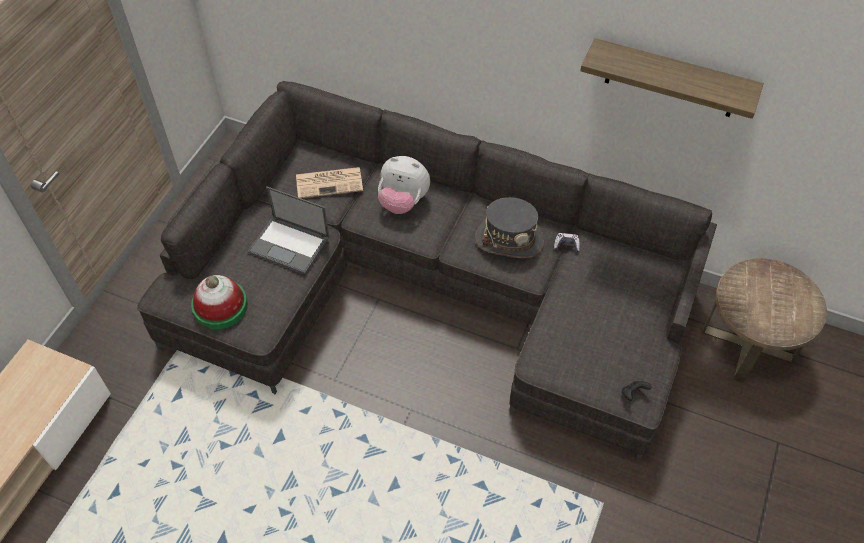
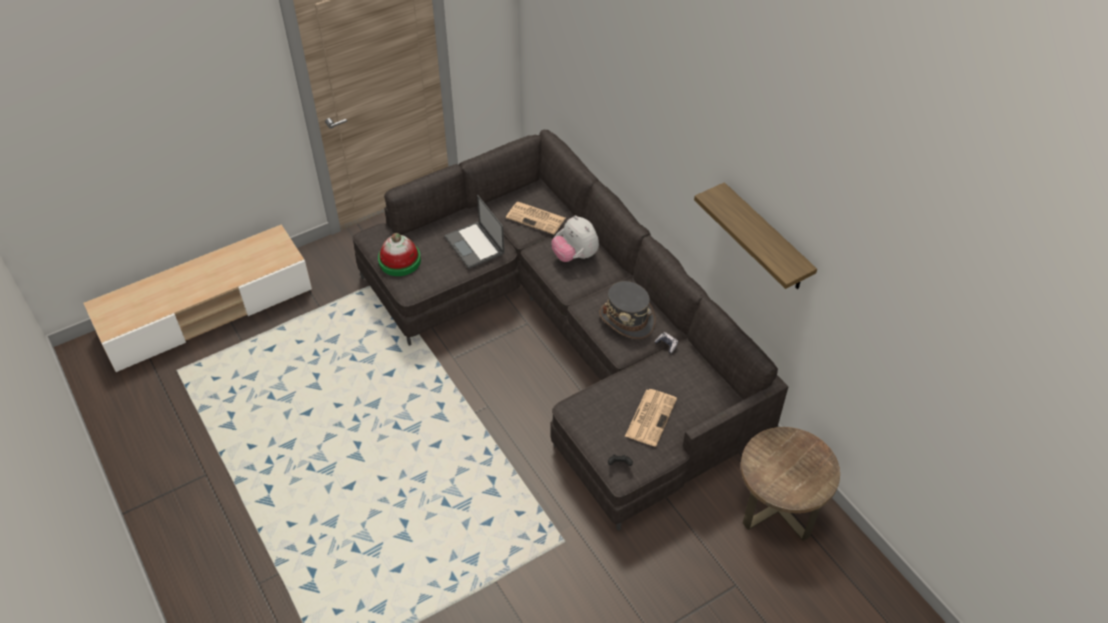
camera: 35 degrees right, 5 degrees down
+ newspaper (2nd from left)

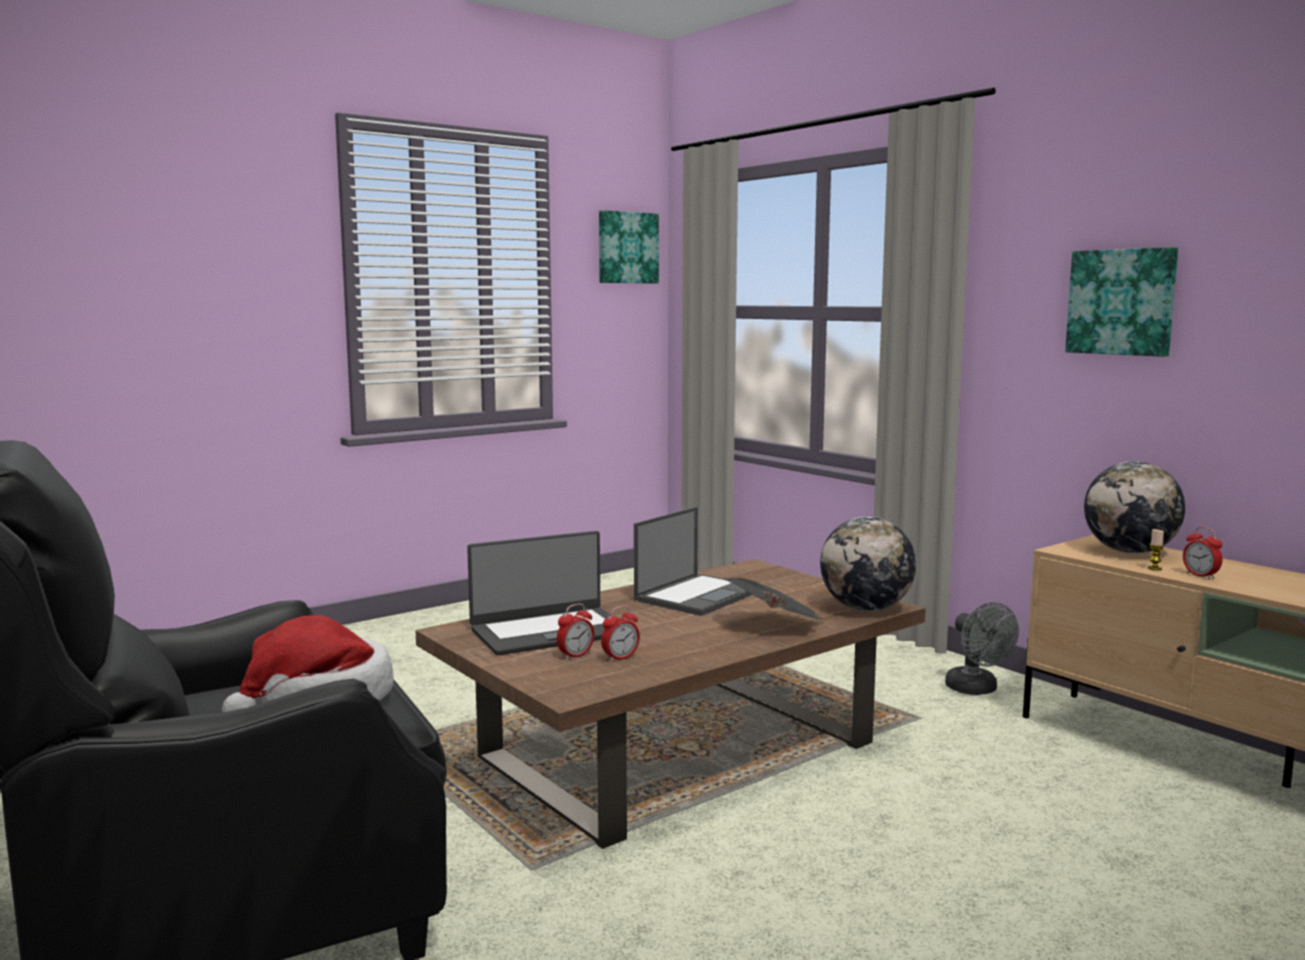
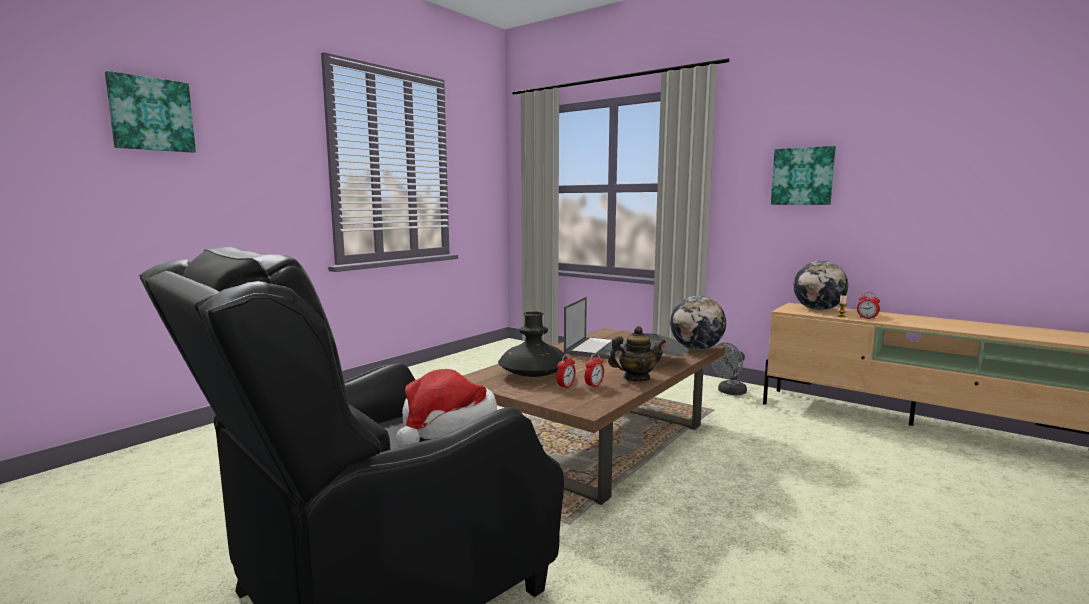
camera: 15 degrees left, 0 degrees up
+ teapot
~ picture (1st from left)
~ laptop (1st from left) to black vase
~ grey fan 90 degrees clockwise

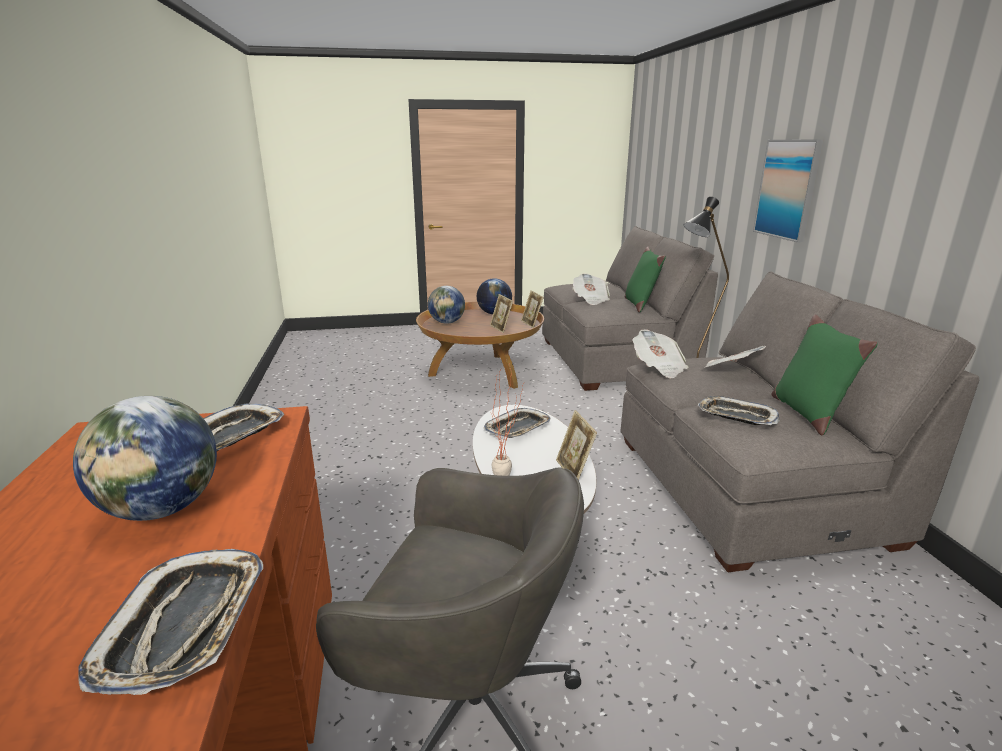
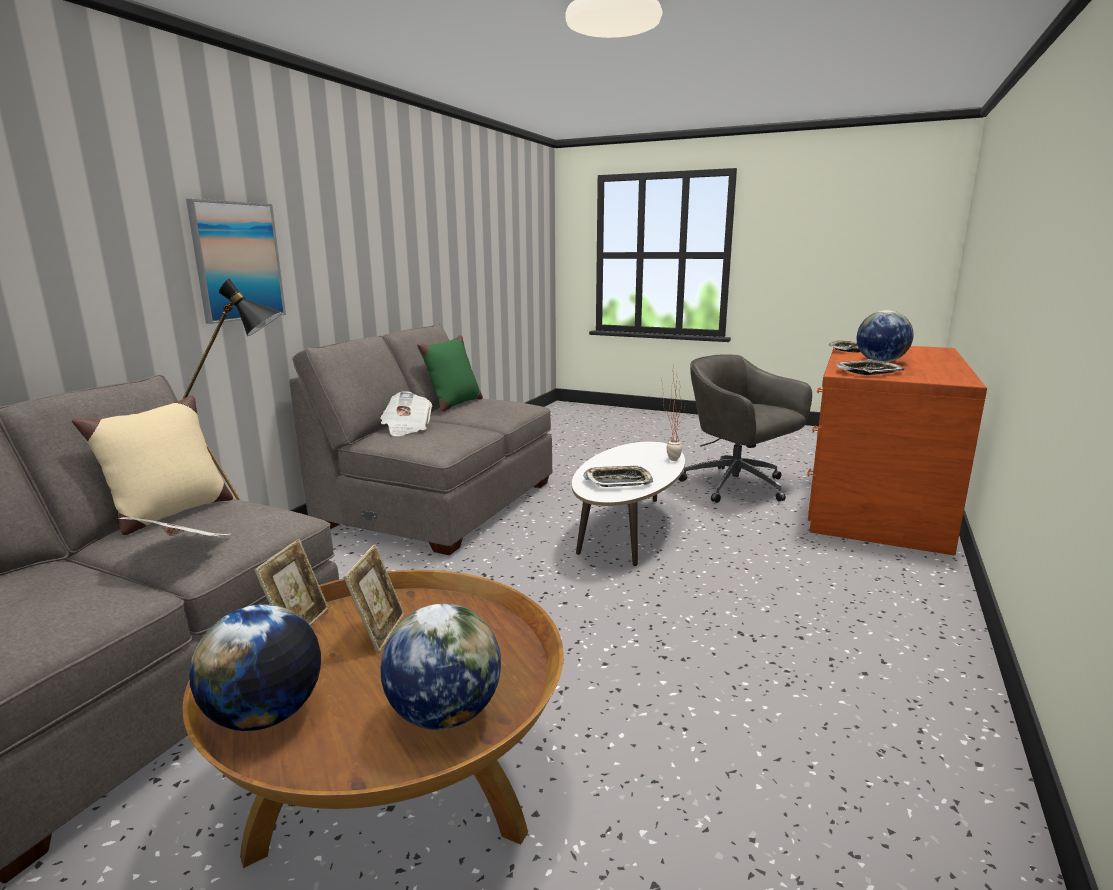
camera: 145 degrees left, 5 degrees down
- picture frame (3rd from left)
- newspaper (2nd from left)
- tray (4th from left)
~ green pillow (1st from left) to beige pillow

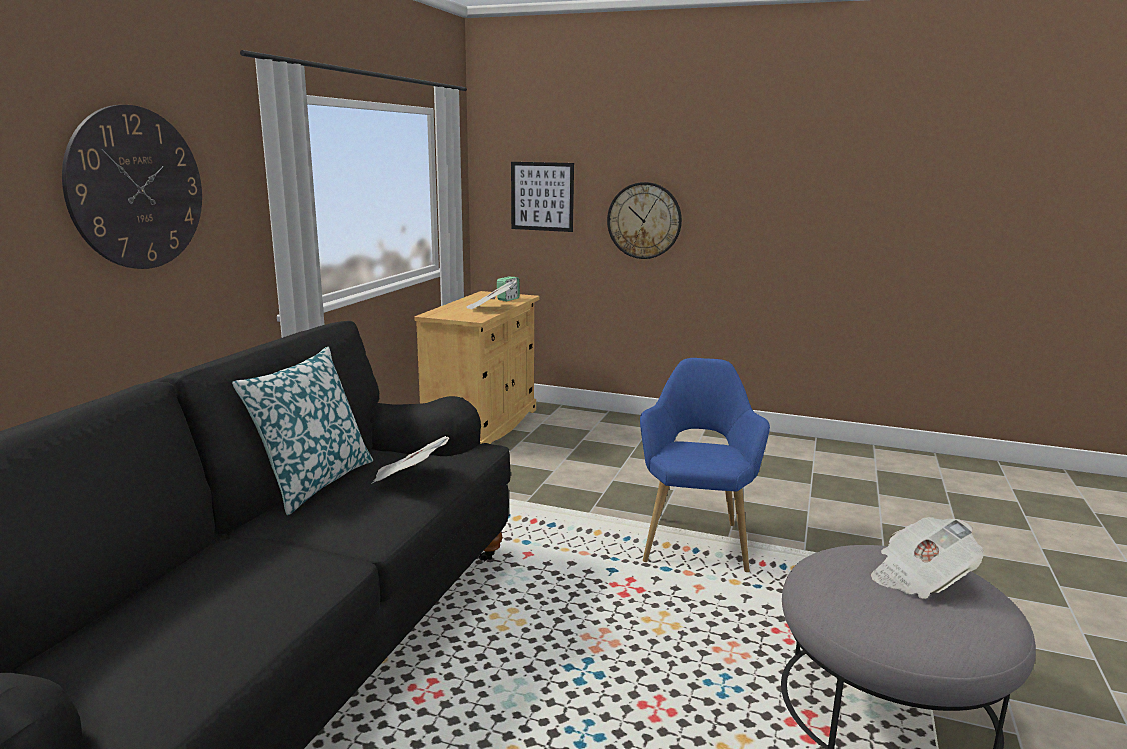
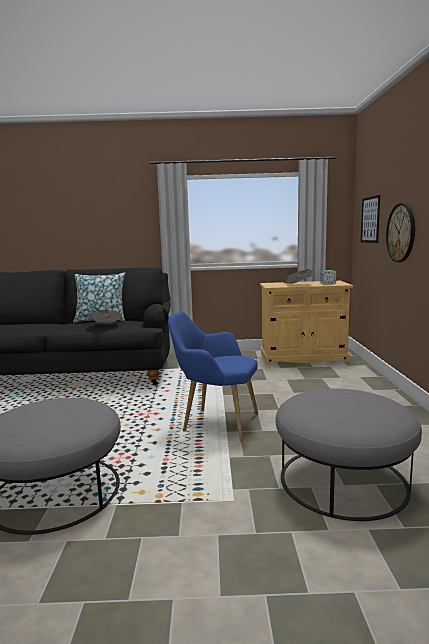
camera: 70 degrees right, 5 degrees down
- wall clock (1st from left)
- newspaper (3rd from left)
+ grey ottoman (2nd from left)
~ blue armchair 150 degrees counterclockwise

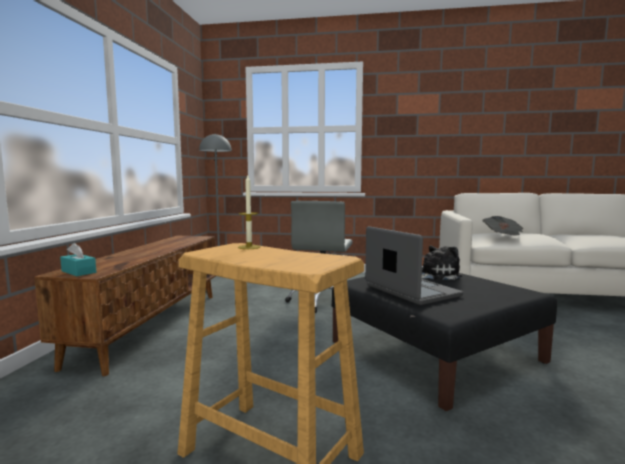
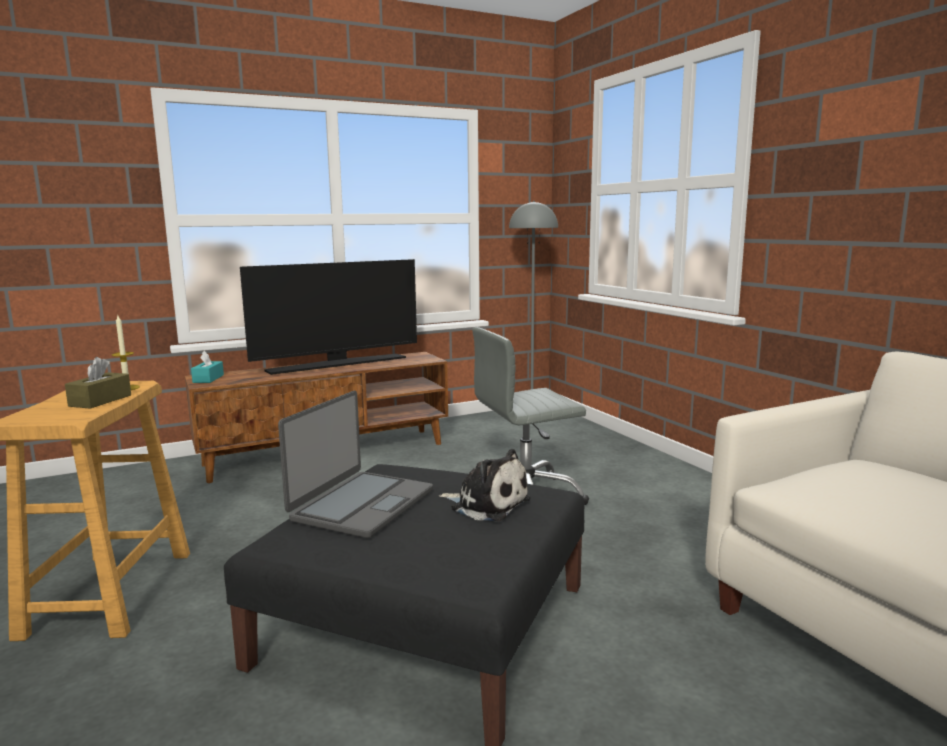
camera: 55 degrees right, 5 degrees up
- newspaper
+ brown tissue box
+ television

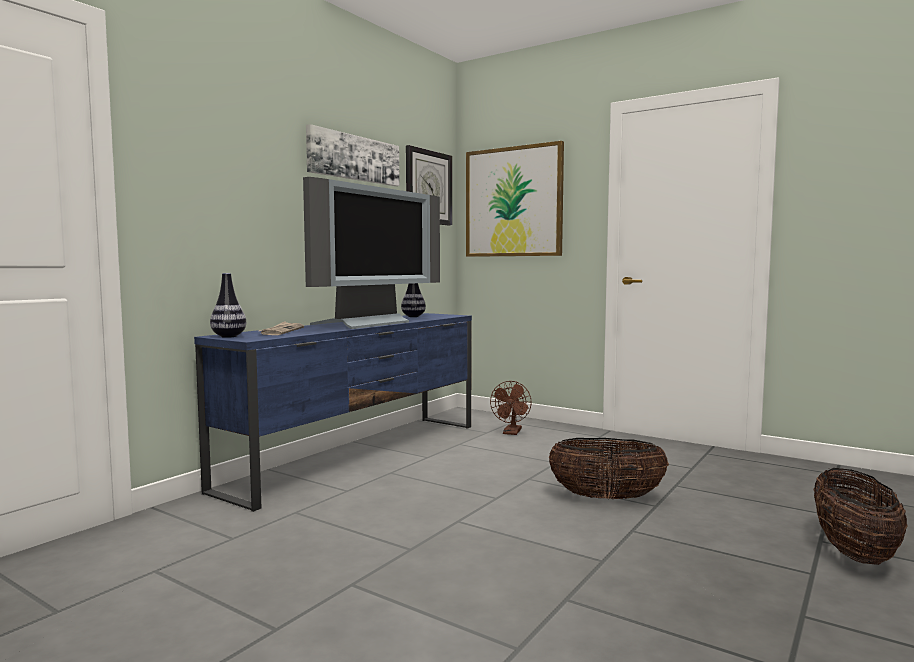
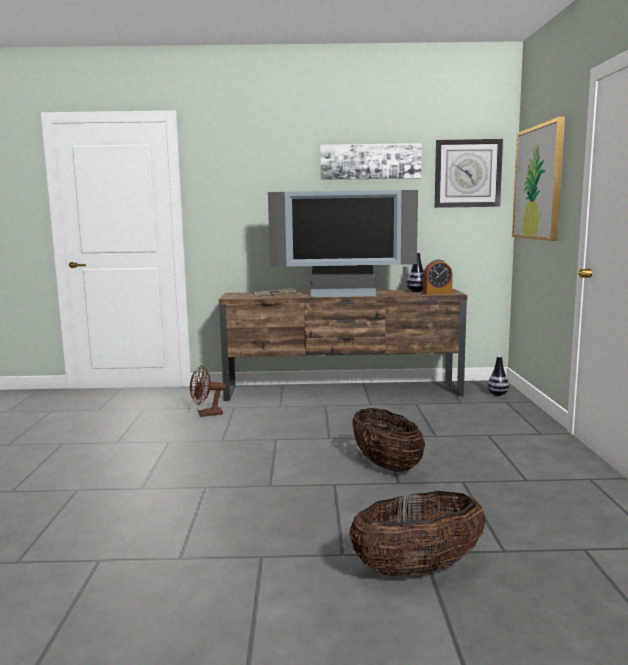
camera: 55 degrees right, 5 degrees up
+ alarm clock
~ vase (1st from left in the first image) to vase (2nd from left)
~ brown fan
~ blue tv stand to brown tv stand

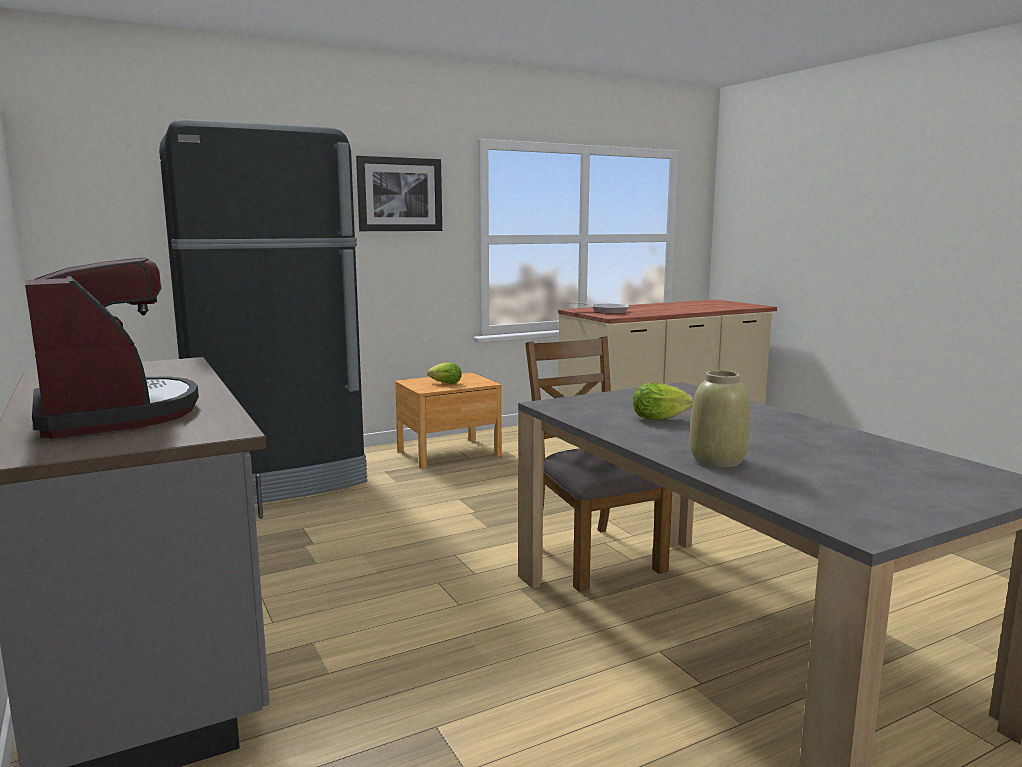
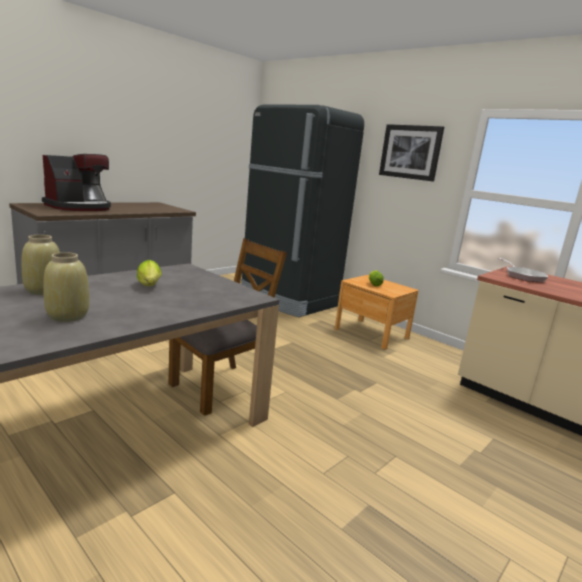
camera: 70 degrees right, 5 degrees up
+ beige vase (2nd from left)

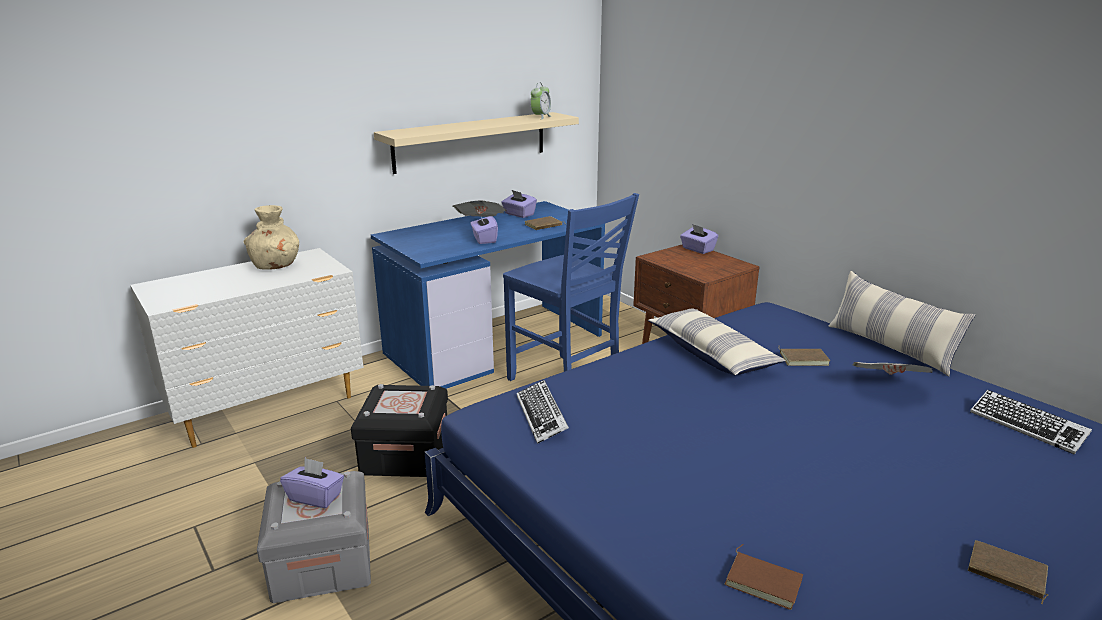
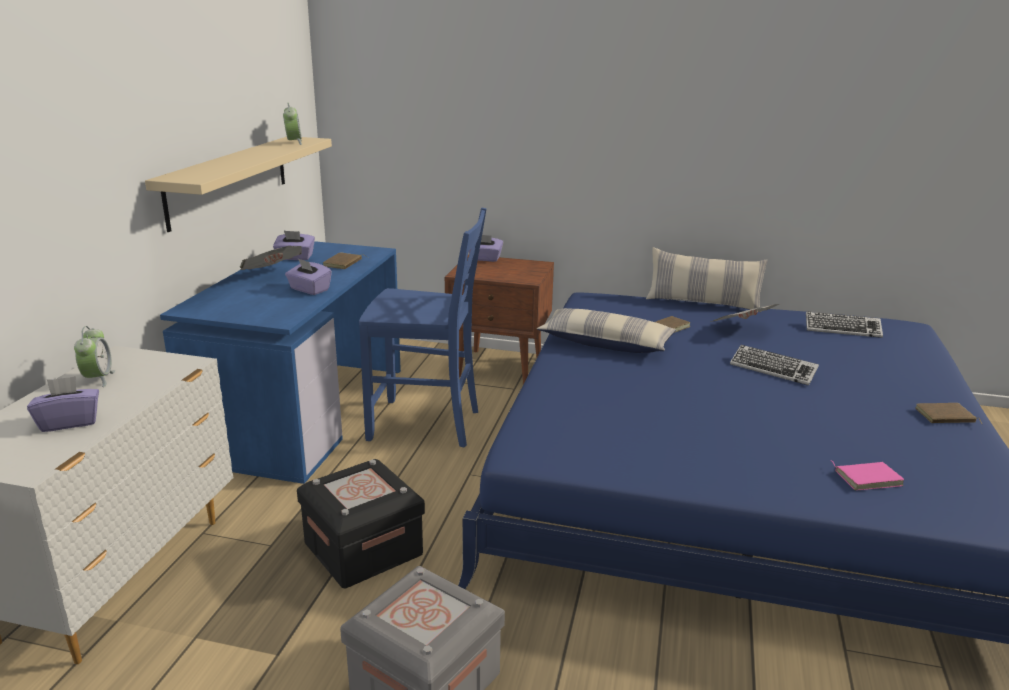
camera: 40 degrees left, 0 degrees up
~ purple tissue box (1st from left)
~ keyboard (1st from left)
~ beige vase to alarm clock (1st from left)
~ brown book (2nd from left) to pink book

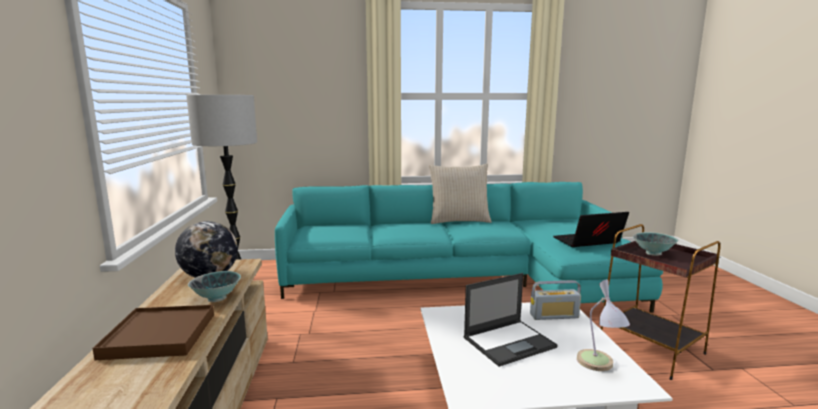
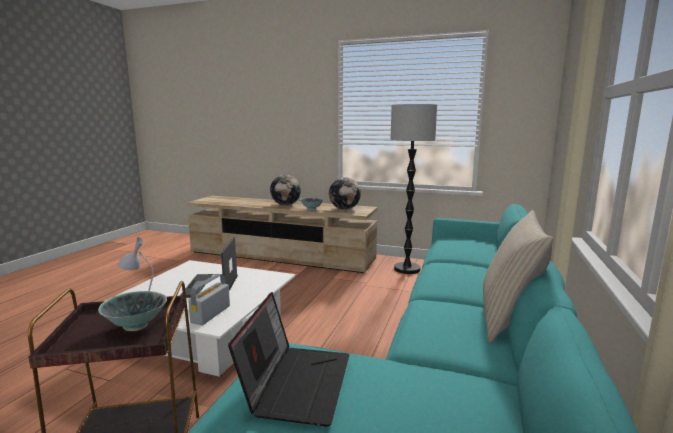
camera: 115 degrees right, 0 degrees up
~ brown tray to globe (1st from left)

